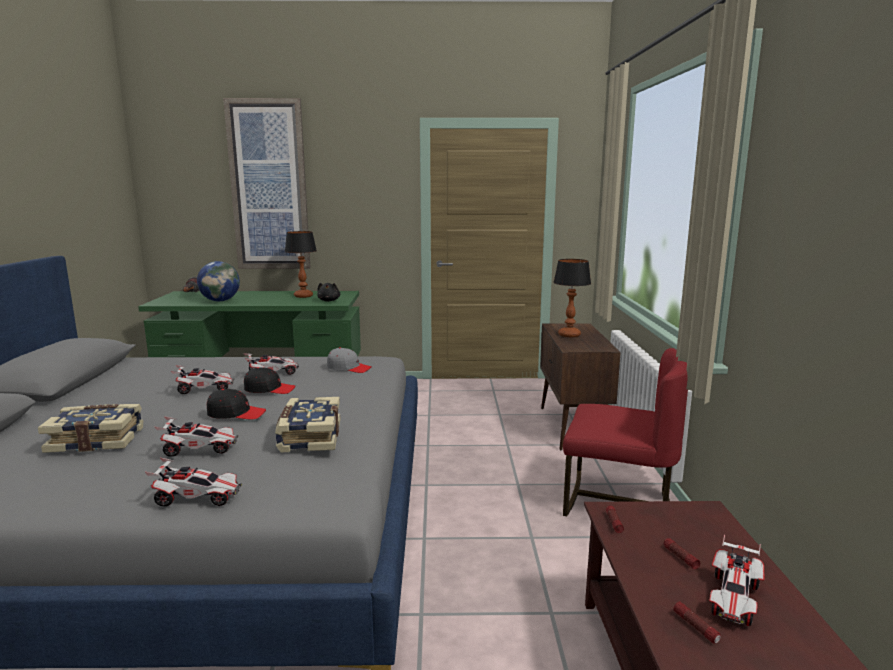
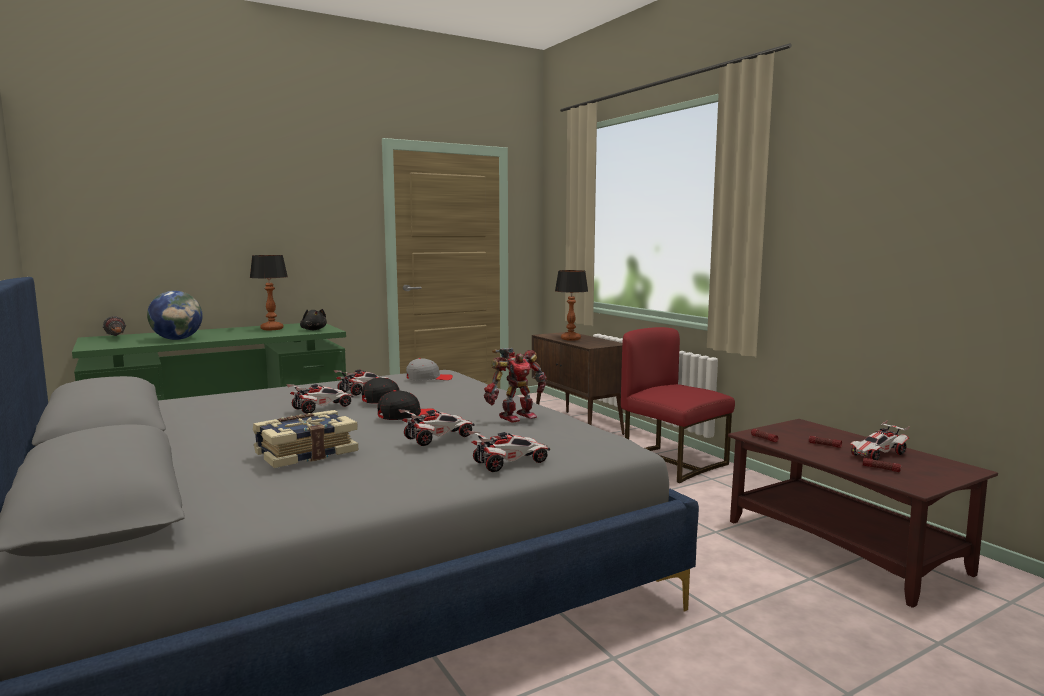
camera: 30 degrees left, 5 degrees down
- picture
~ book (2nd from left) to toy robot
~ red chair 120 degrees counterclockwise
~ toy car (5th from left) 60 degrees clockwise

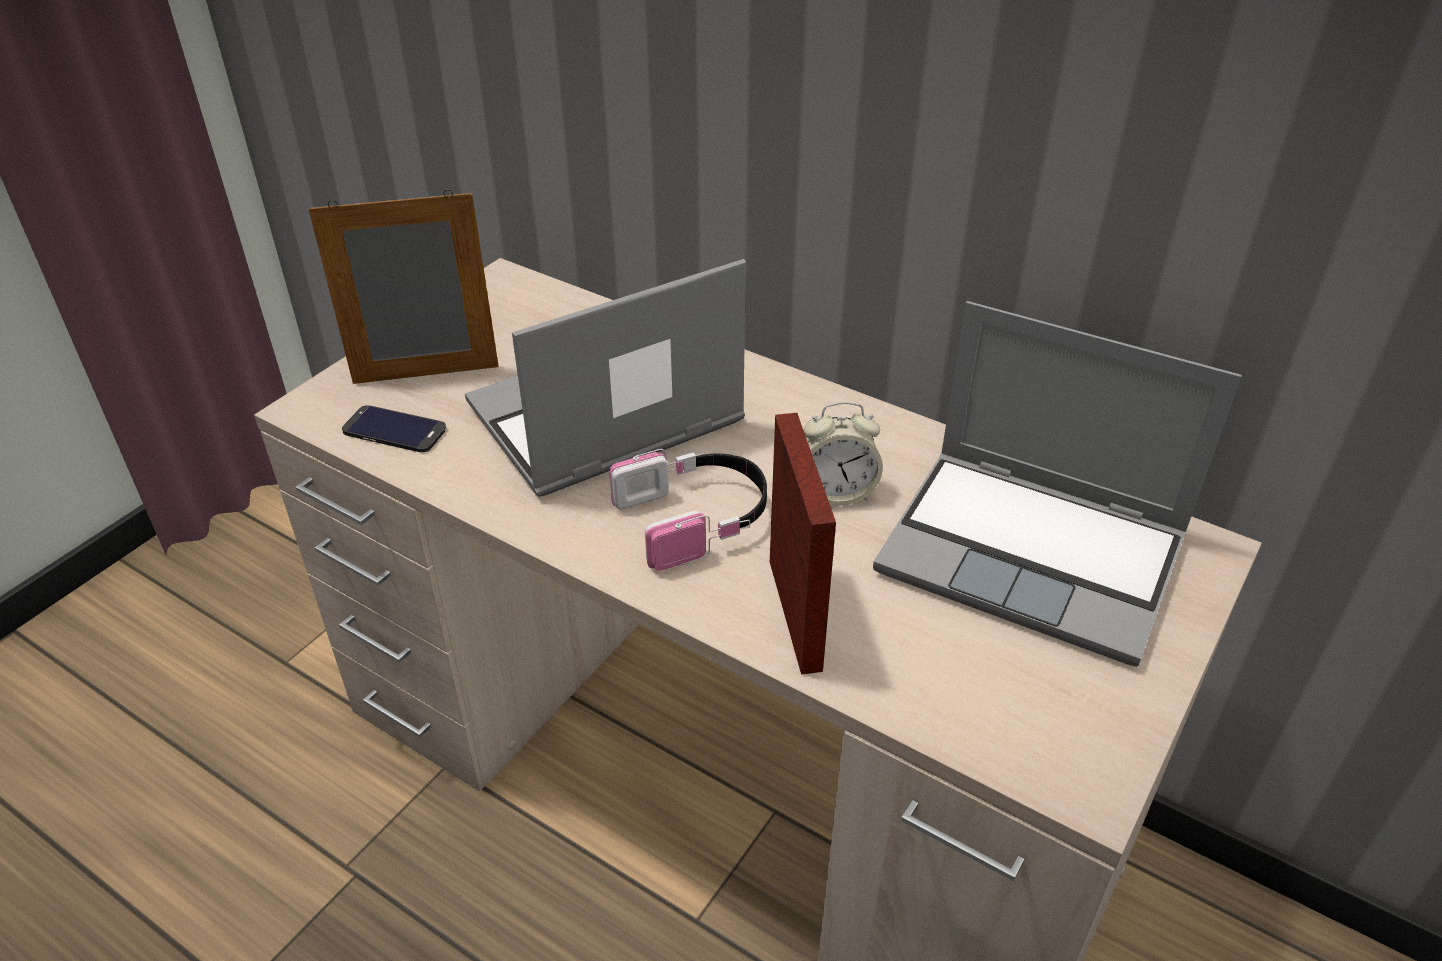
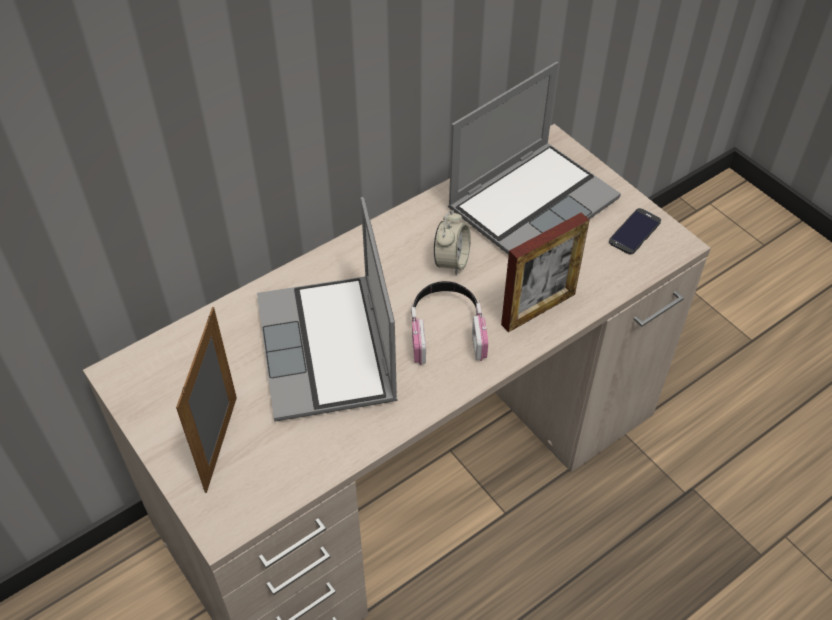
camera: 70 degrees left, 10 degrees up
~ phone
~ picture frame (2nd from left) 135 degrees clockwise

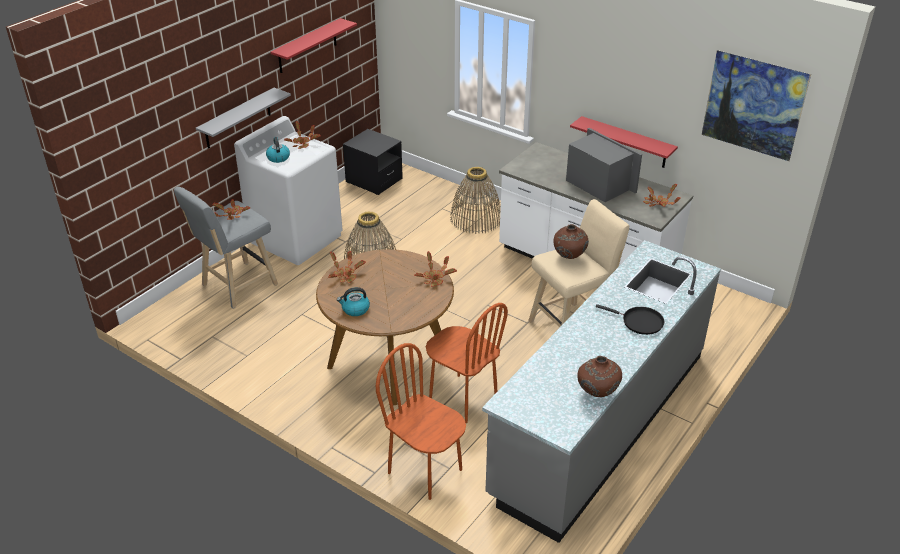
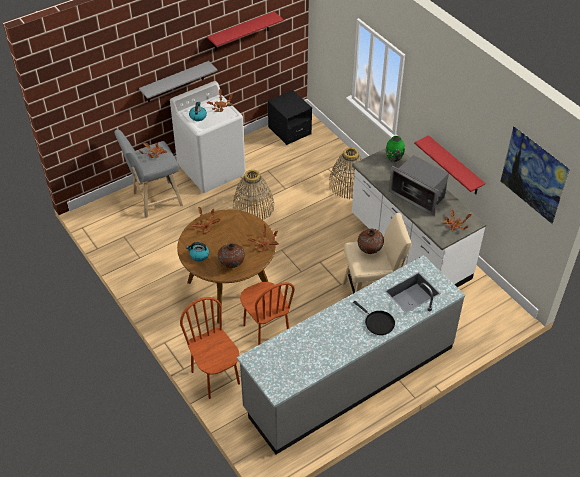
camera: 20 degrees right, 10 degrees up
+ green vase
~ brown vase (2nd from left in the first image) to brown vase (1st from left)
~ microwave 150 degrees clockwise

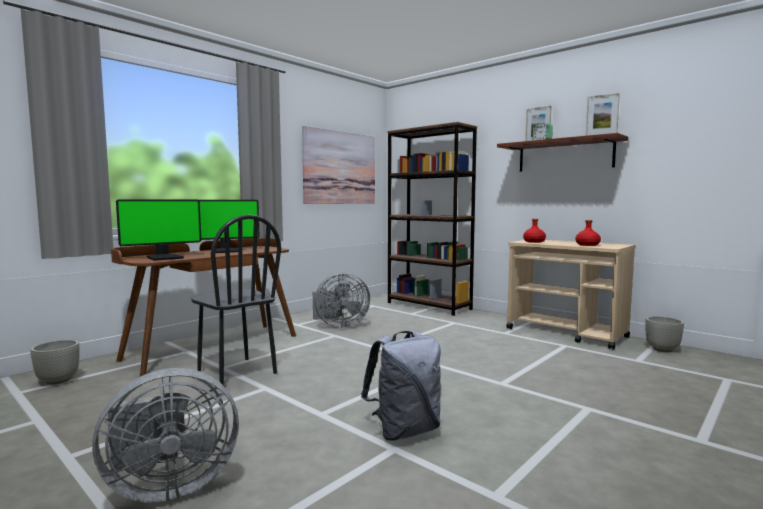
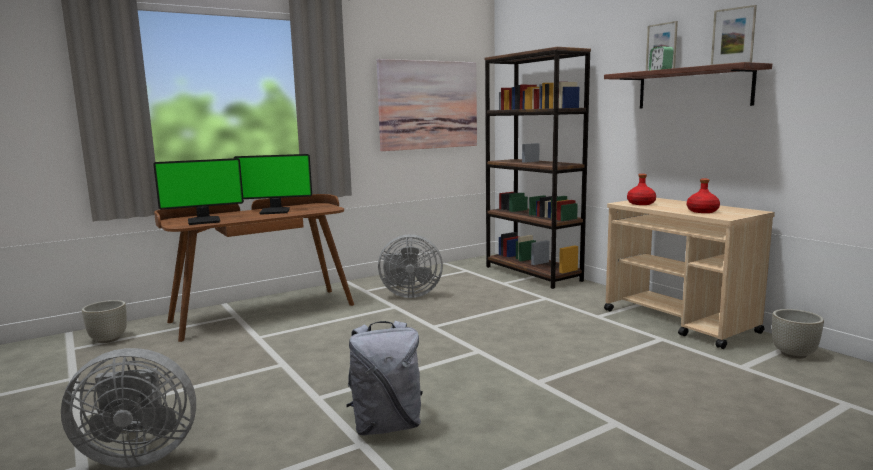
camera: 15 degrees right, 5 degrees up
- black chair

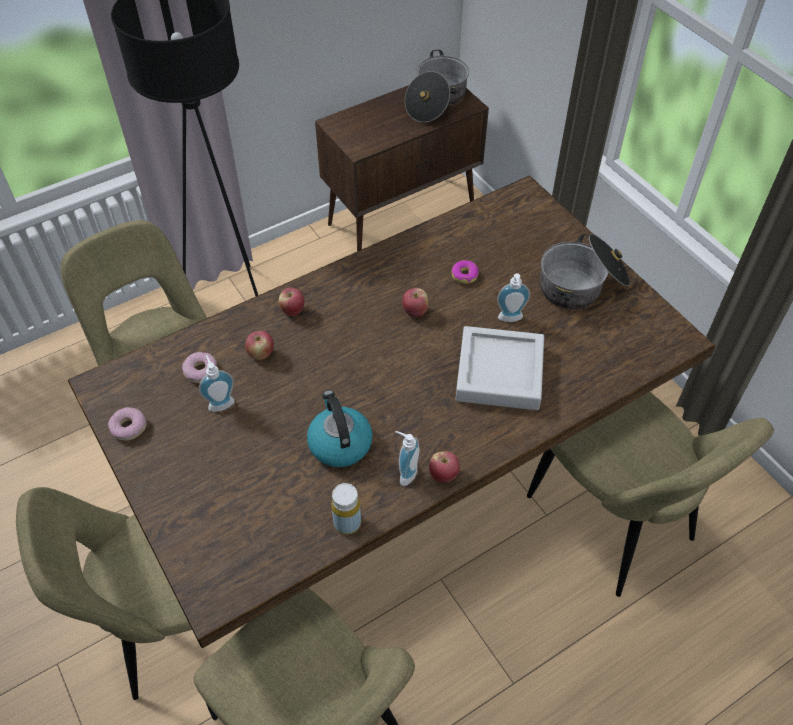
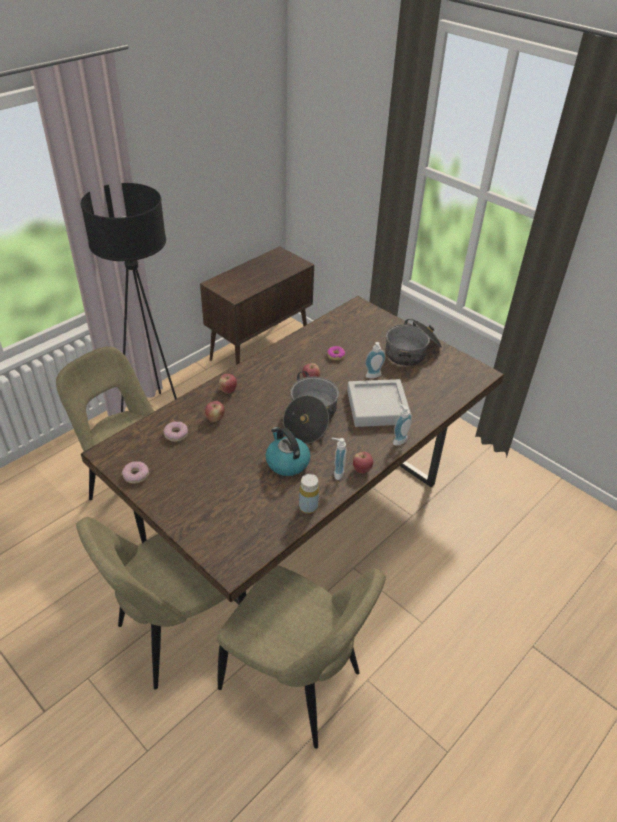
camera: 15 degrees left, 10 degrees down
- beige chair (4th from left)
~ soap dispenser (1st from left in the first image) to soap dispenser (3rd from left)
~ cooking pot (1st from left)

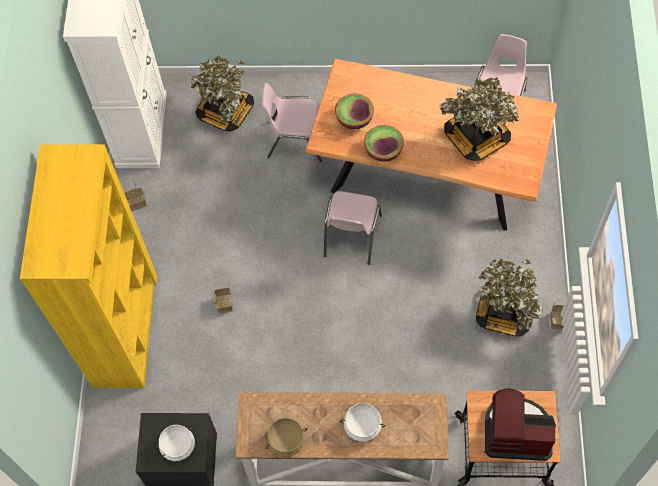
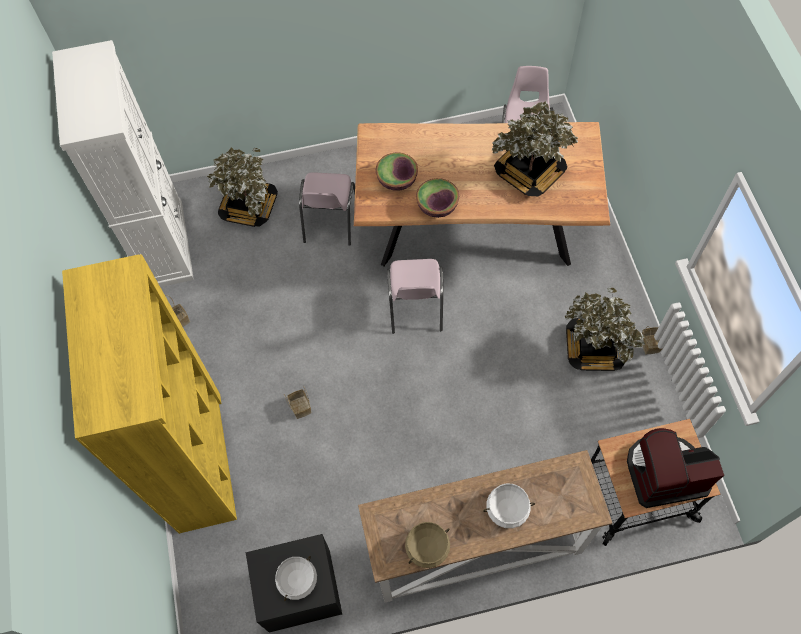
camera: 15 degrees left, 0 degrees up
~ pink chair (1st from left) 75 degrees counterclockwise

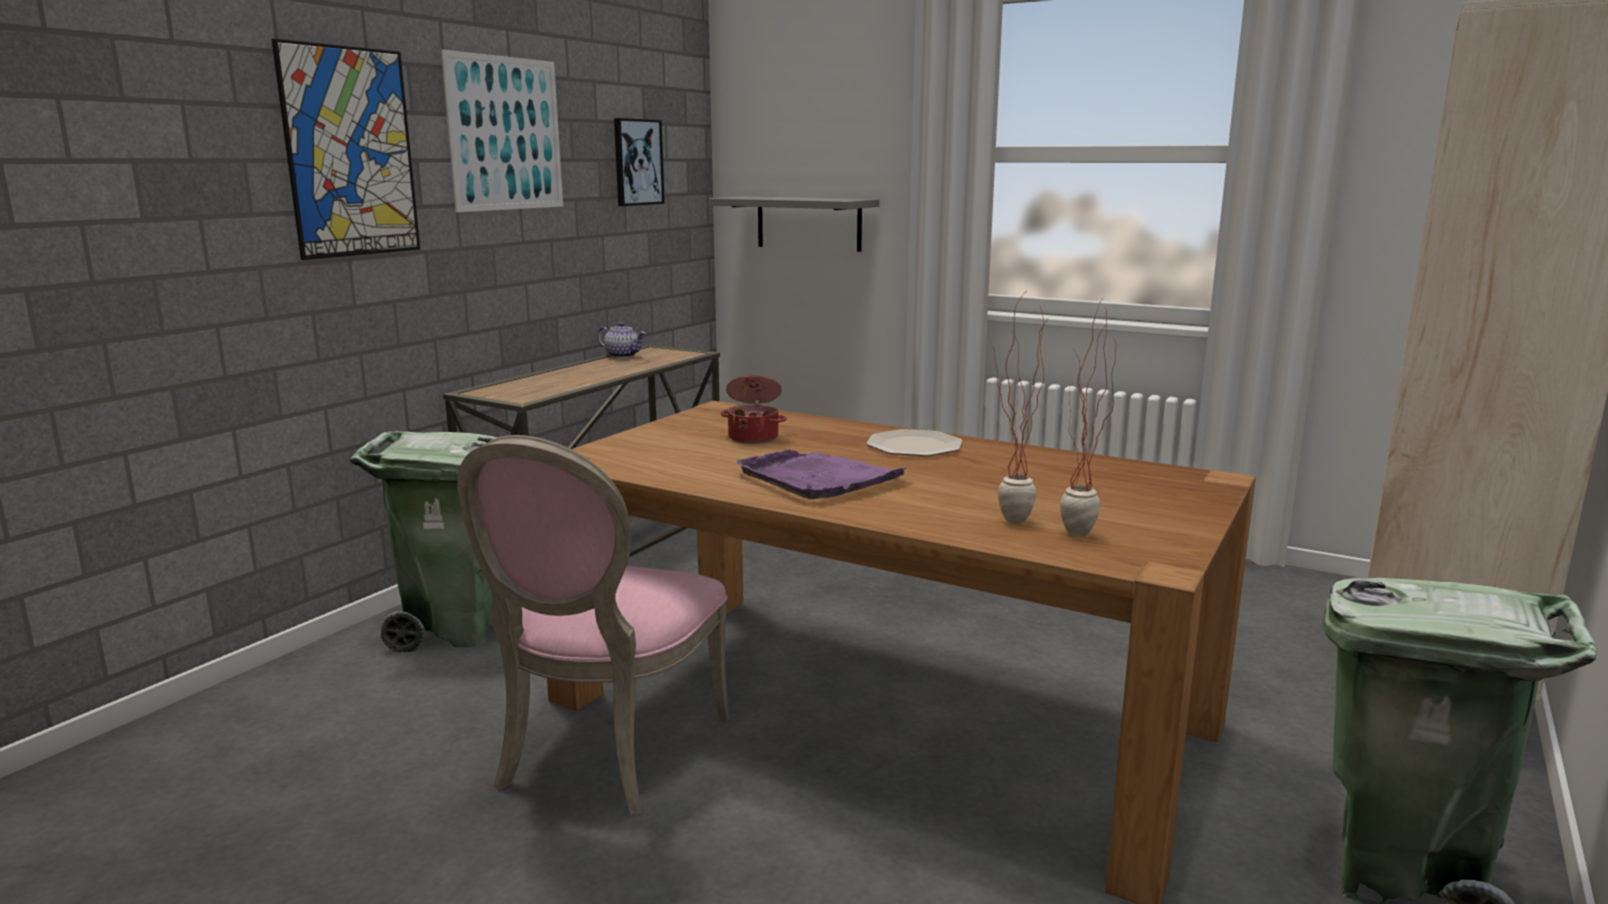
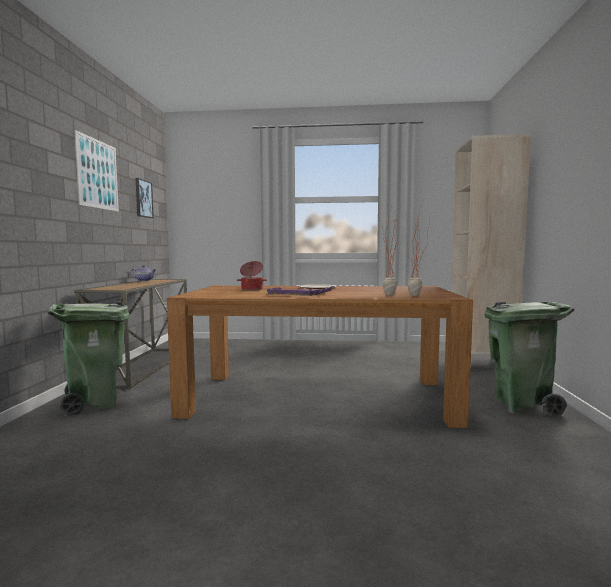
camera: 25 degrees left, 10 degrees down
- picture (1st from left)
- pink chair
- grey shelf

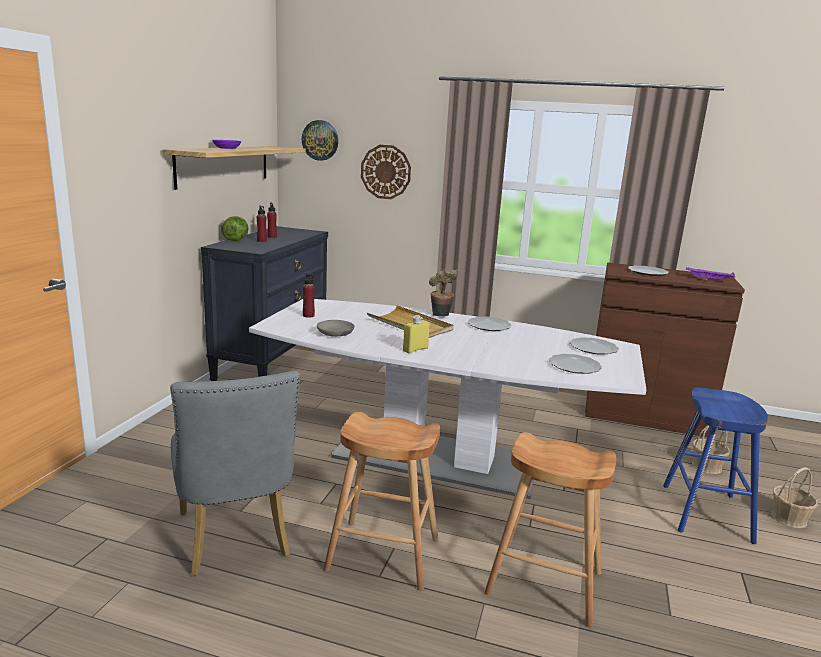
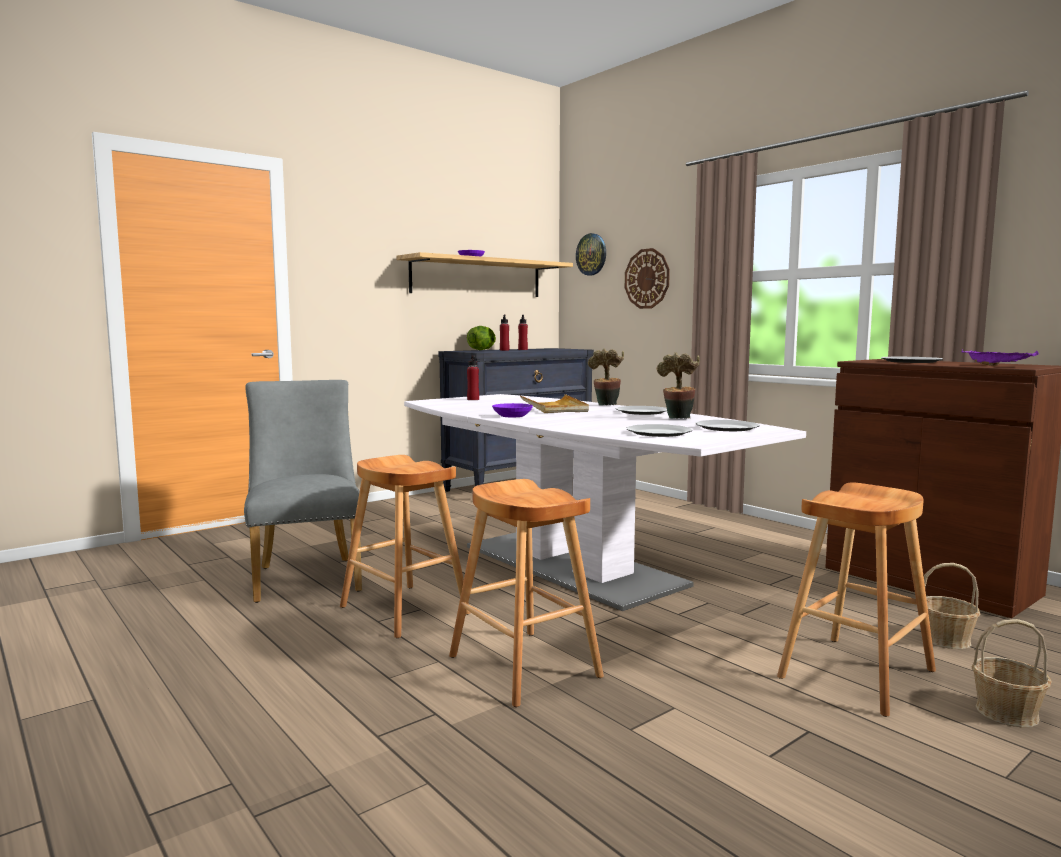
camera: 35 degrees right, 10 degrees down
- grey bowl
+ potted plant (2nd from left)
~ yellow bottle to purple bowl (2nd from left)
~ blue stool to brown stool (3rd from left)
~ grey chair 150 degrees clockwise

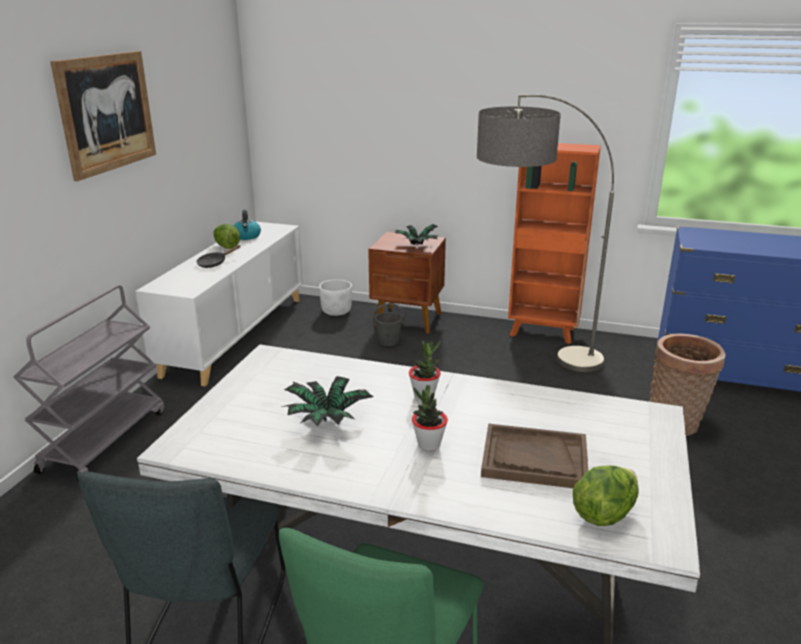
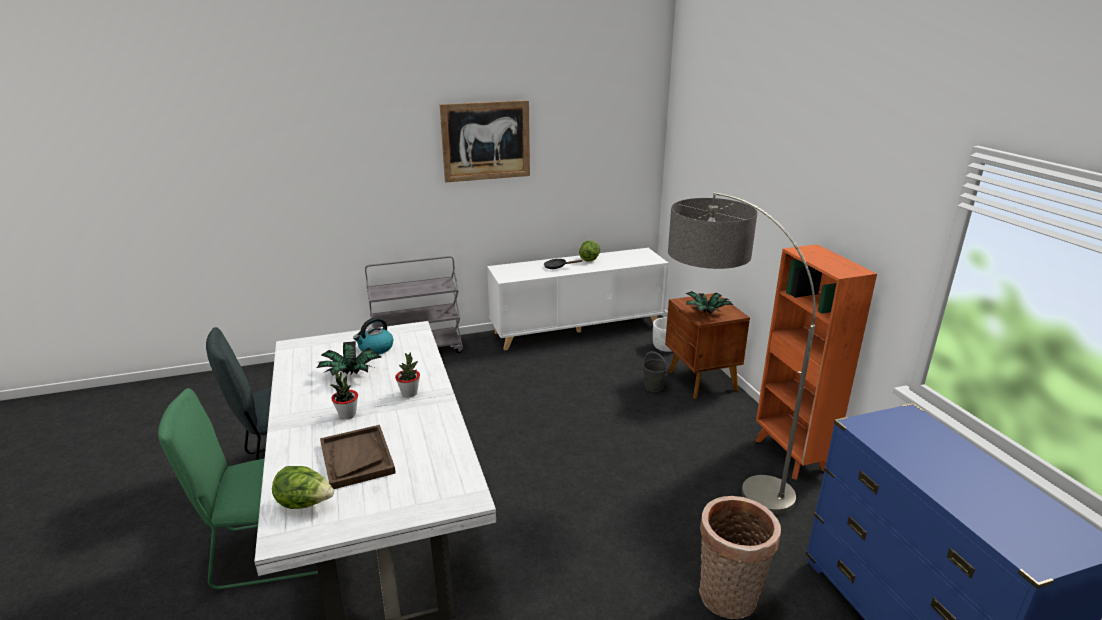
camera: 55 degrees right, 0 degrees up
~ kettle

